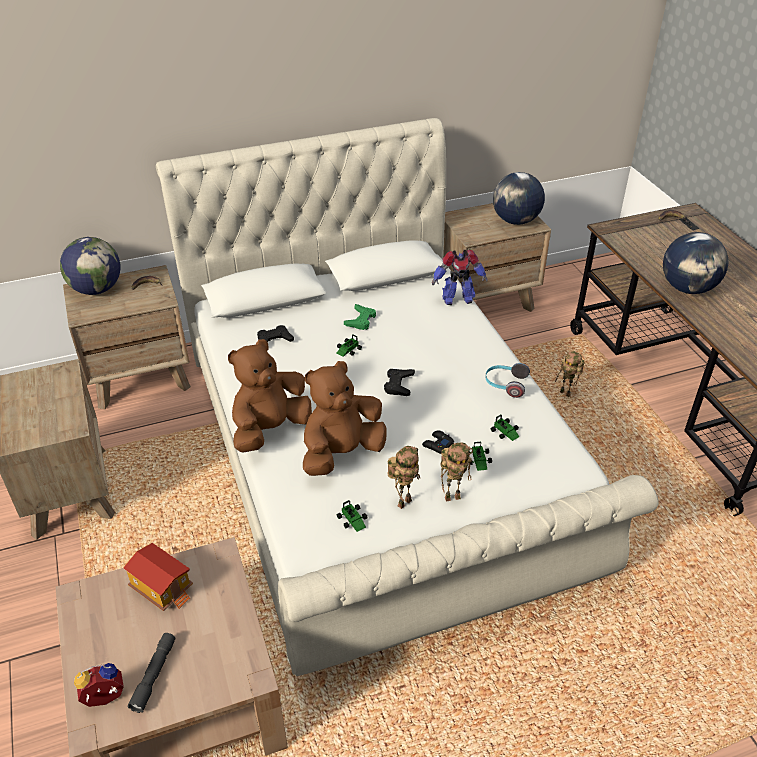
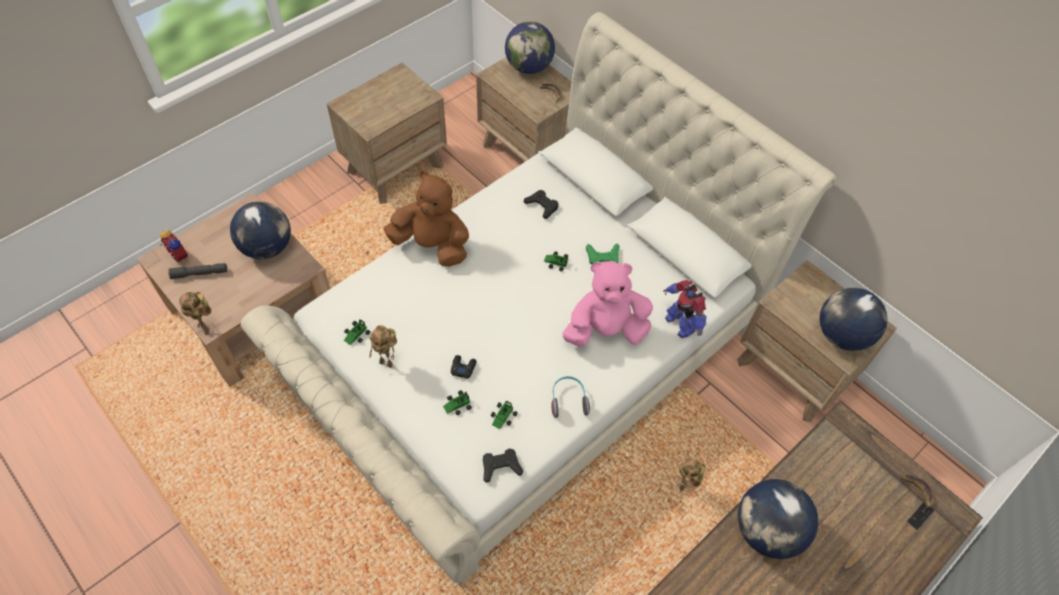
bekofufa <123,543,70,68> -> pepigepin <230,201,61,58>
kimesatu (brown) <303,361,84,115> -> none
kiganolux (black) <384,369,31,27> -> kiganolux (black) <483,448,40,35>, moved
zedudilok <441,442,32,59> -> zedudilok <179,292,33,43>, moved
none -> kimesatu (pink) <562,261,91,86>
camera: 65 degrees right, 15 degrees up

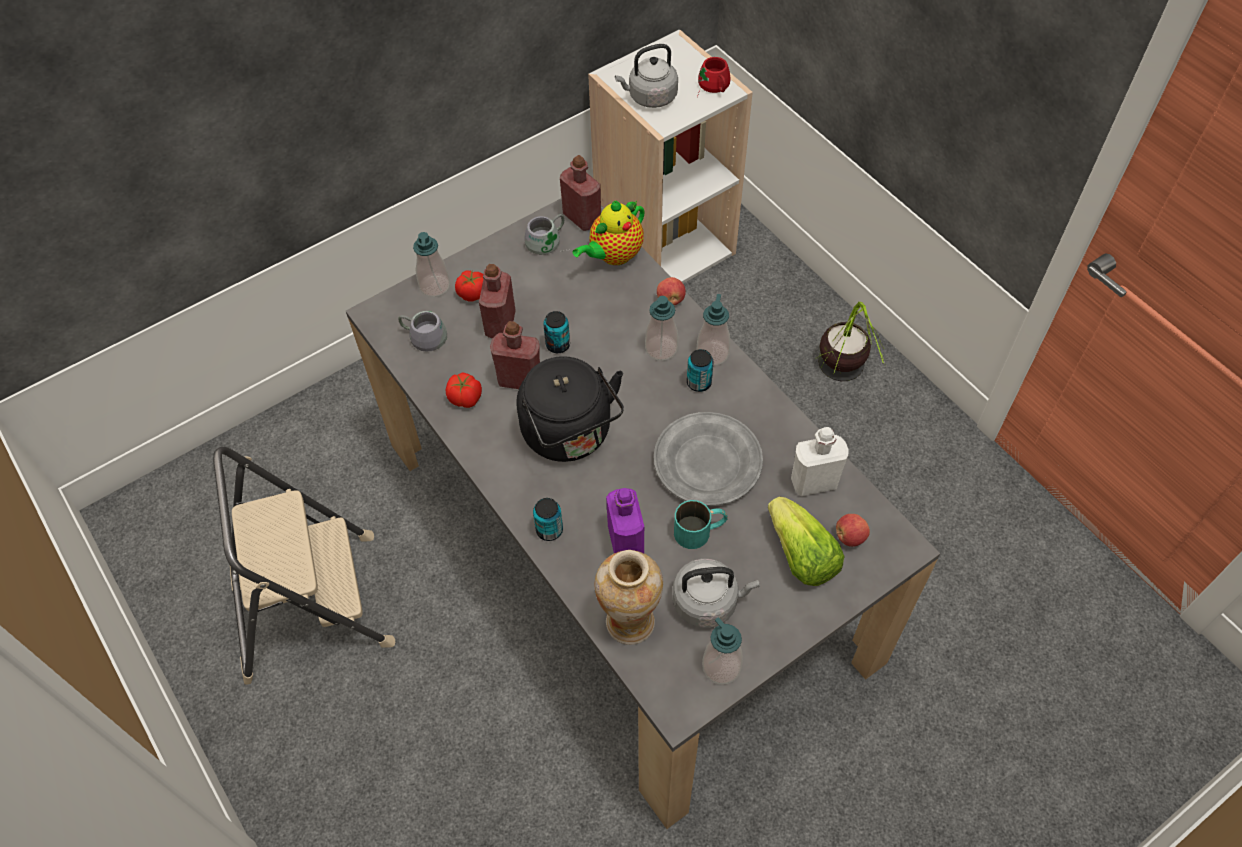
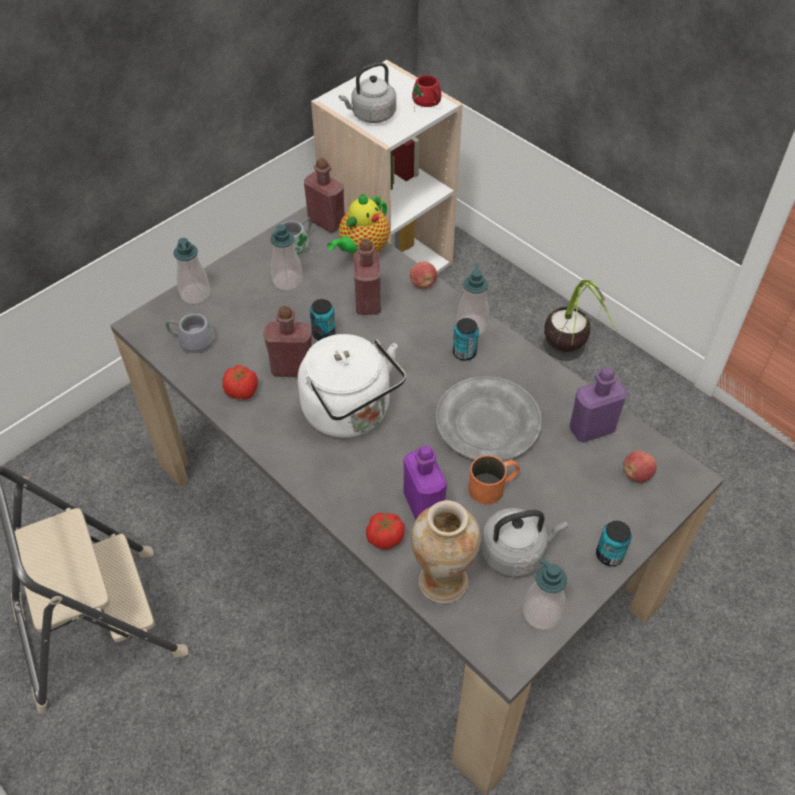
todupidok <455,270,28,32> -> todupidok <366,513,39,36>, moved
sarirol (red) <479,264,37,74> -> sarirol (red) <353,239,28,76>, moved
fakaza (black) <516,356,108,106> -> fakaza (white) <298,334,108,104>
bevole <533,498,30,43> -> bevole <596,521,36,45>, moved
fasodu <645,296,33,65> -> fasodu <270,224,33,66>, moved
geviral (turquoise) <674,500,54,49> -> geviral (orange) <468,455,52,50>
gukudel <768,497,77,89> -> none
sarirol (white) <791,427,58,69> -> sarirol (purple) <570,367,57,76>
camera: 10 degrees left, 5 degrees down

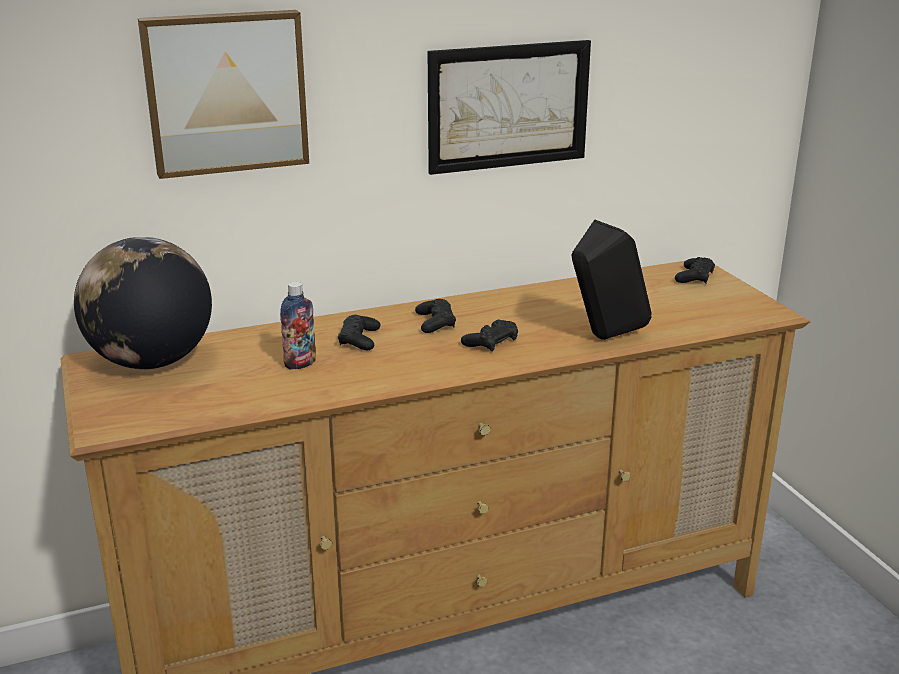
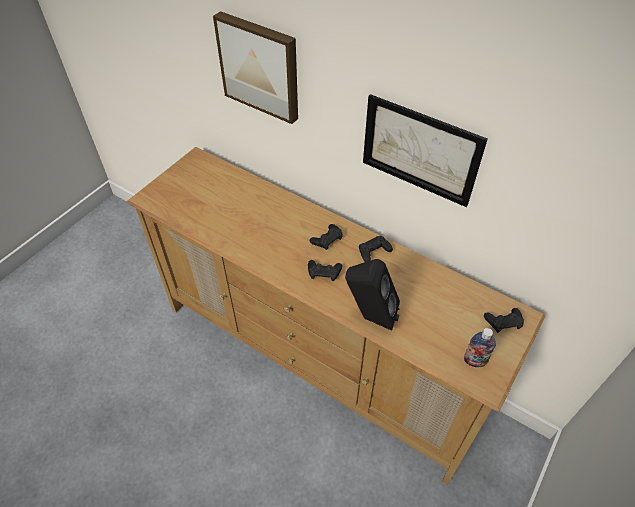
pepigepin <74,237,138,132> -> none
sarirol <280,282,36,88> -> sarirol <464,328,32,39>, moved
kiganolux (black) <338,315,42,35> -> kiganolux (black) <359,236,34,26>, moved
camera: 55 degrees right, 25 degrees up

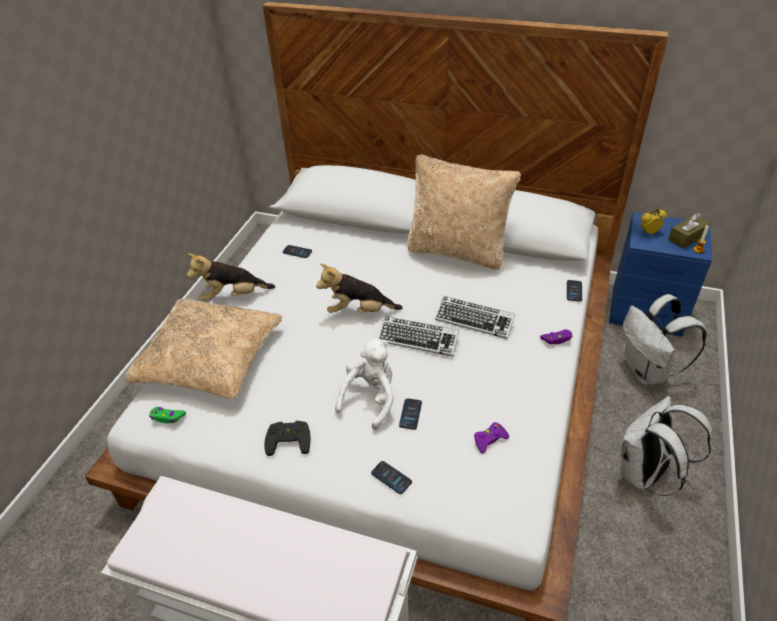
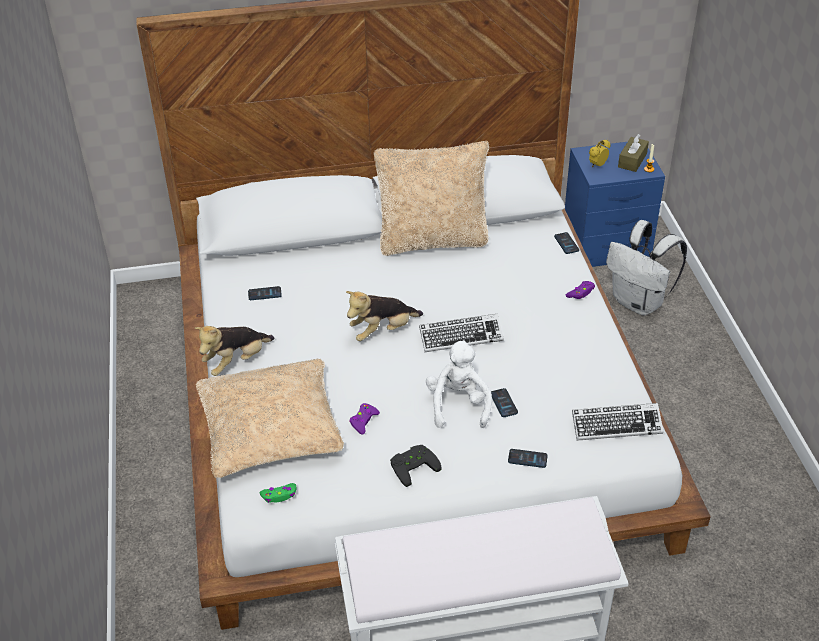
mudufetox <435,296,80,43> -> mudufetox <572,403,92,38>, moved
kiganolux (purple) <474,422,35,32> -> kiganolux (purple) <349,403,31,31>, moved
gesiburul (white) <620,396,92,100> -> none
camera: 30 degrees left, 0 degrees up

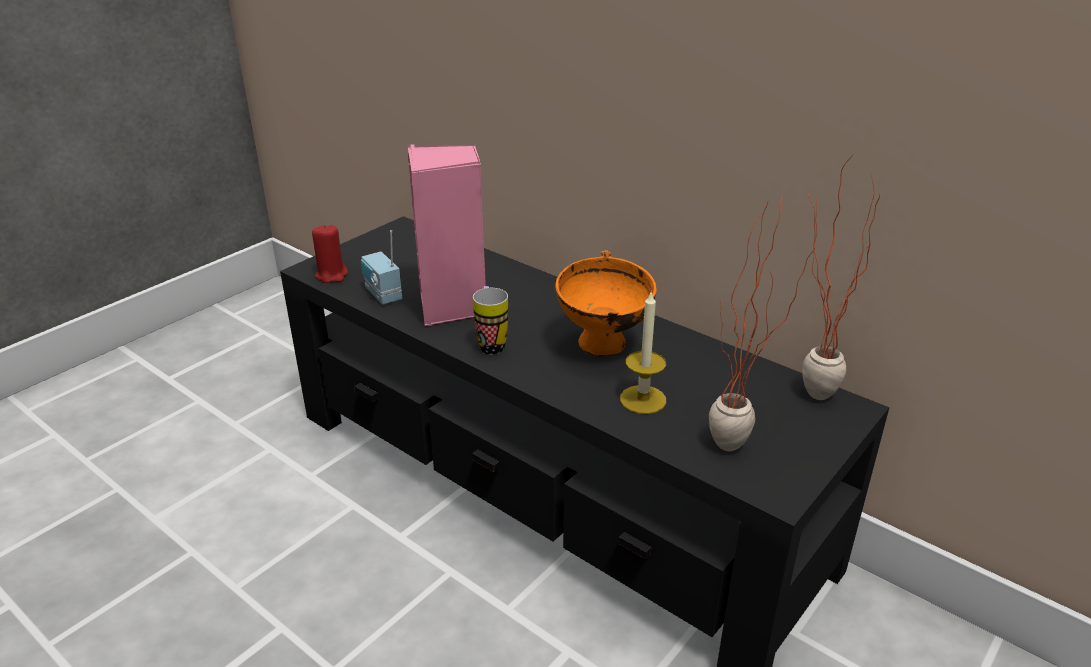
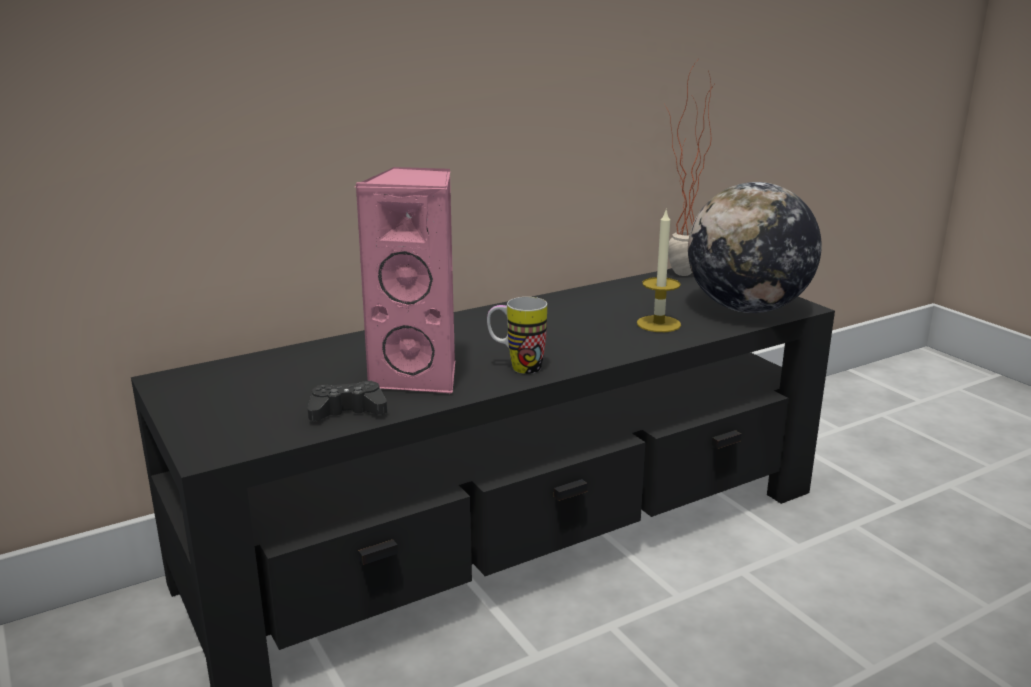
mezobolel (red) <312,224,36,59> -> none
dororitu <361,230,41,75> -> kiganolux (black) <308,381,79,40>
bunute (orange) <556,250,101,107> -> none
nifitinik <709,194,106,257> -> pepigepin <688,182,134,131>
camera: 70 degrees left, 10 degrees down

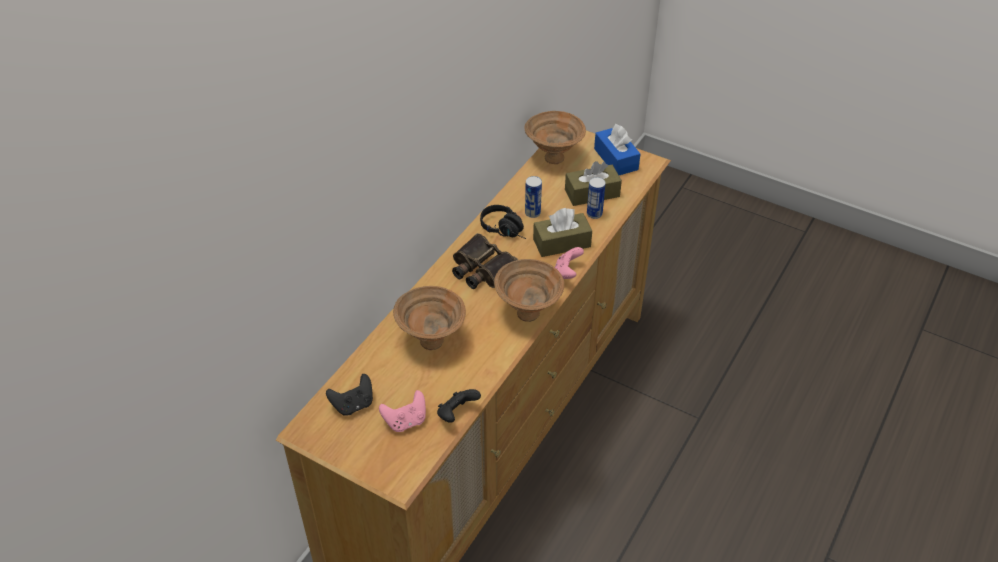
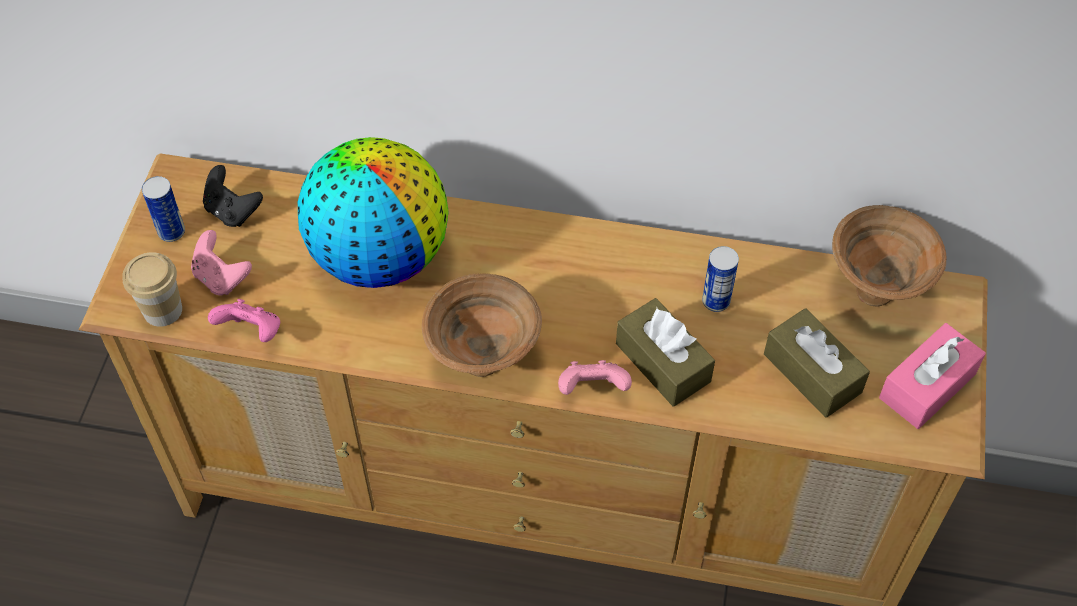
bunute (brown) <393,286,73,64> -> pepigepin <298,137,151,151>
kiganolux (black) <437,389,44,34> -> kiganolux (pink) <208,299,72,43>
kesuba <452,233,66,56> -> none
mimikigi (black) <480,205,46,34> -> none
bevole <587,177,19,42> -> bevole <142,176,43,66>, moved
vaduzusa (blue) <594,124,46,51> -> vaduzusa (pink) <879,323,107,106>
none -> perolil <122,252,60,75>
camera: 70 degrees right, 10 degrees up

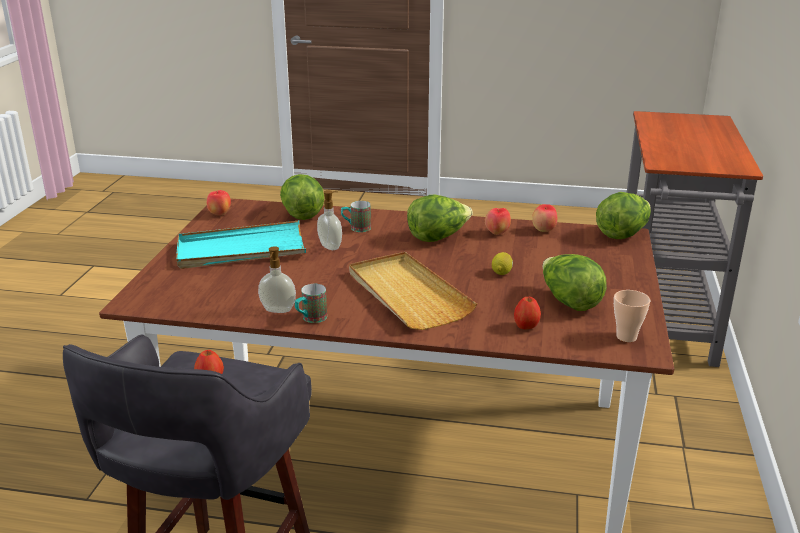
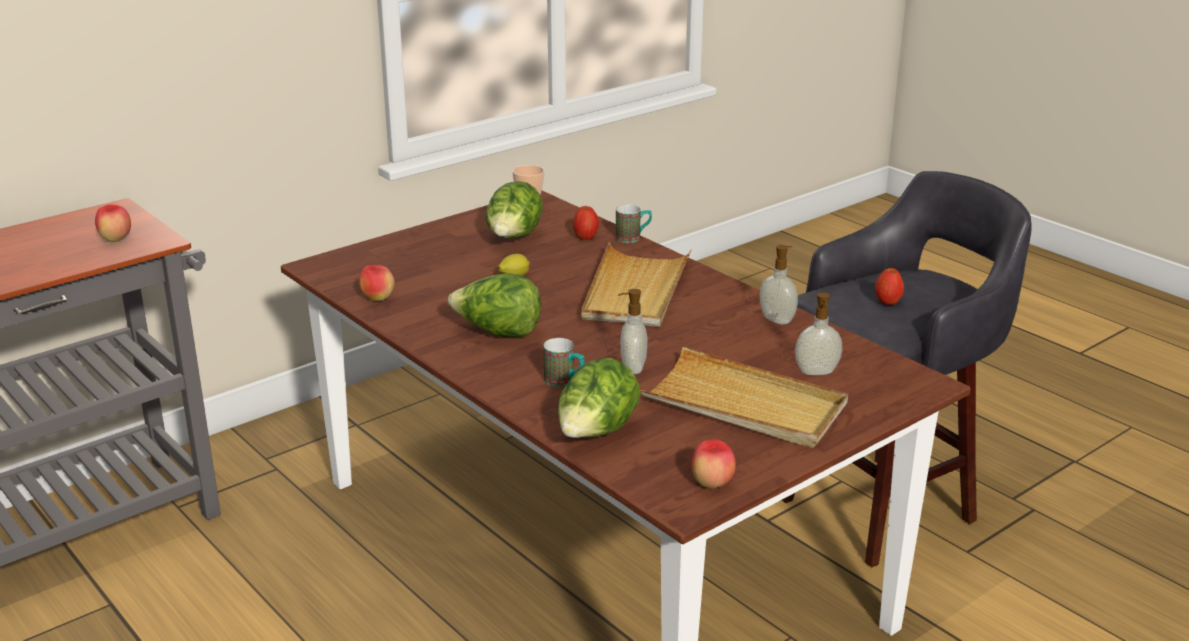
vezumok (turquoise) <177,221,129,48> -> vezumok (beige) <640,347,208,101>
geviral <295,284,32,39> -> geviral <616,204,36,39>, moved
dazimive <485,208,26,27> -> dazimive <95,204,36,38>, moved
gukudel <596,192,55,47> -> none
none -> fasodu <795,292,47,83>
camera: 140 degrees left, 0 degrees up

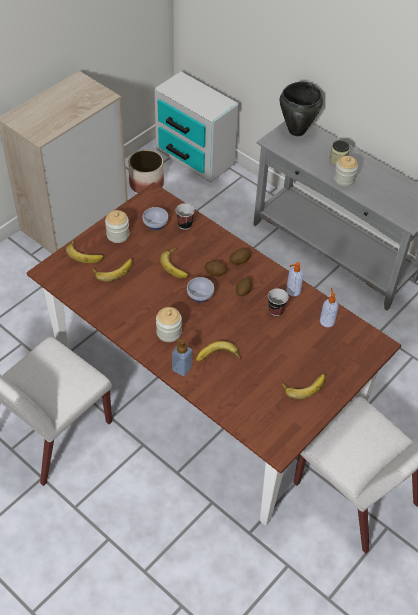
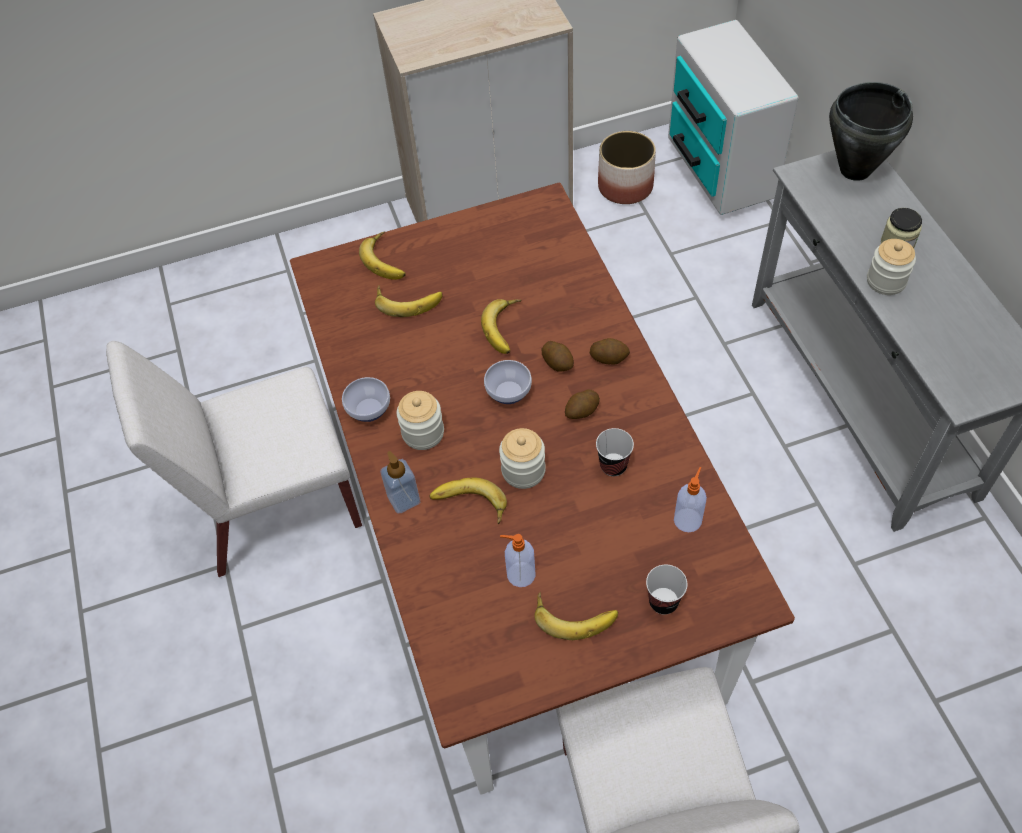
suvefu <105,210,24,33> -> suvefu <499,428,47,61>, moved
bunute <143,207,25,24> -> bunute <342,377,48,45>, moved
perolil <176,203,19,27> -> perolil <646,565,42,50>, moved
fasodu <286,262,18,34> -> fasodu <500,534,36,53>, moved
camera: 35 degrees right, 5 degrees up

